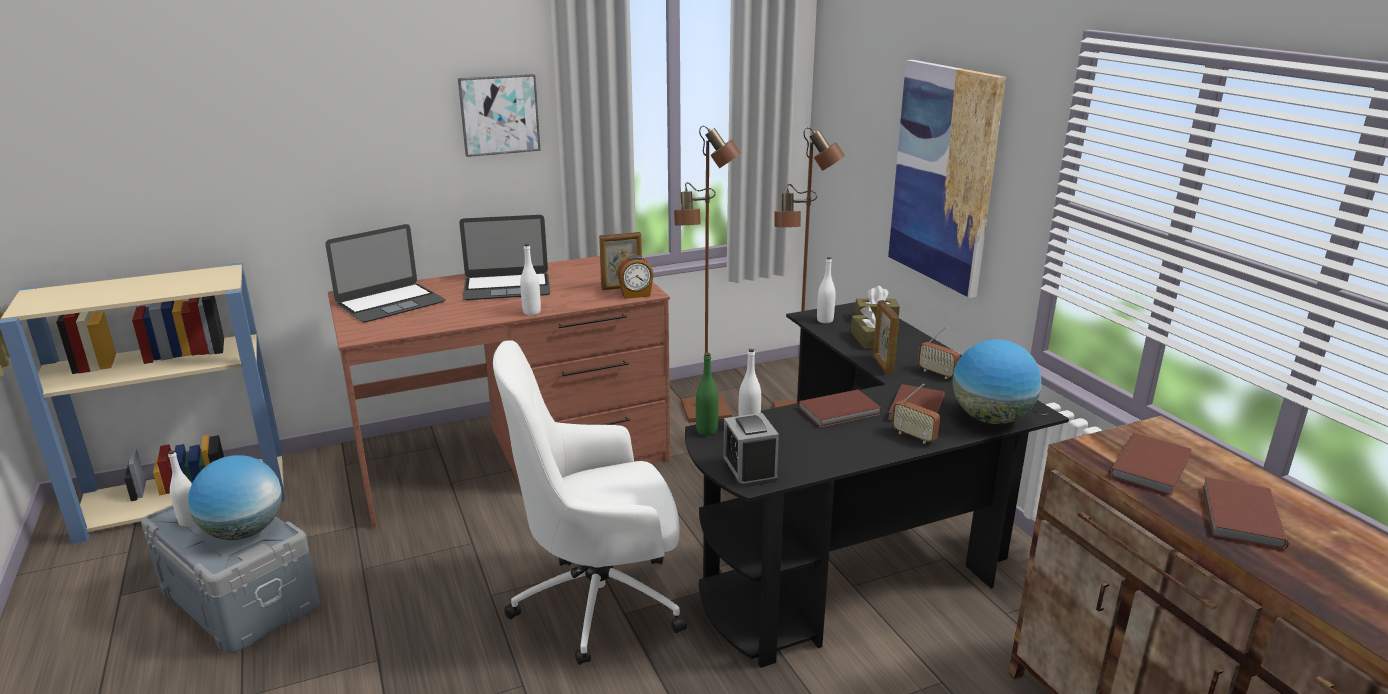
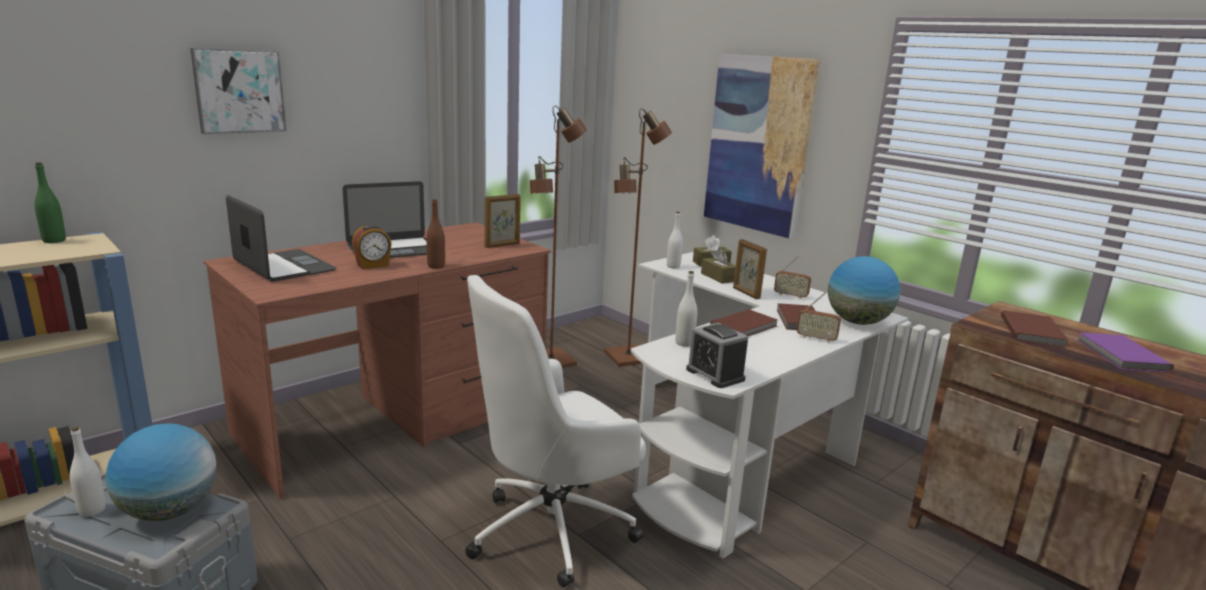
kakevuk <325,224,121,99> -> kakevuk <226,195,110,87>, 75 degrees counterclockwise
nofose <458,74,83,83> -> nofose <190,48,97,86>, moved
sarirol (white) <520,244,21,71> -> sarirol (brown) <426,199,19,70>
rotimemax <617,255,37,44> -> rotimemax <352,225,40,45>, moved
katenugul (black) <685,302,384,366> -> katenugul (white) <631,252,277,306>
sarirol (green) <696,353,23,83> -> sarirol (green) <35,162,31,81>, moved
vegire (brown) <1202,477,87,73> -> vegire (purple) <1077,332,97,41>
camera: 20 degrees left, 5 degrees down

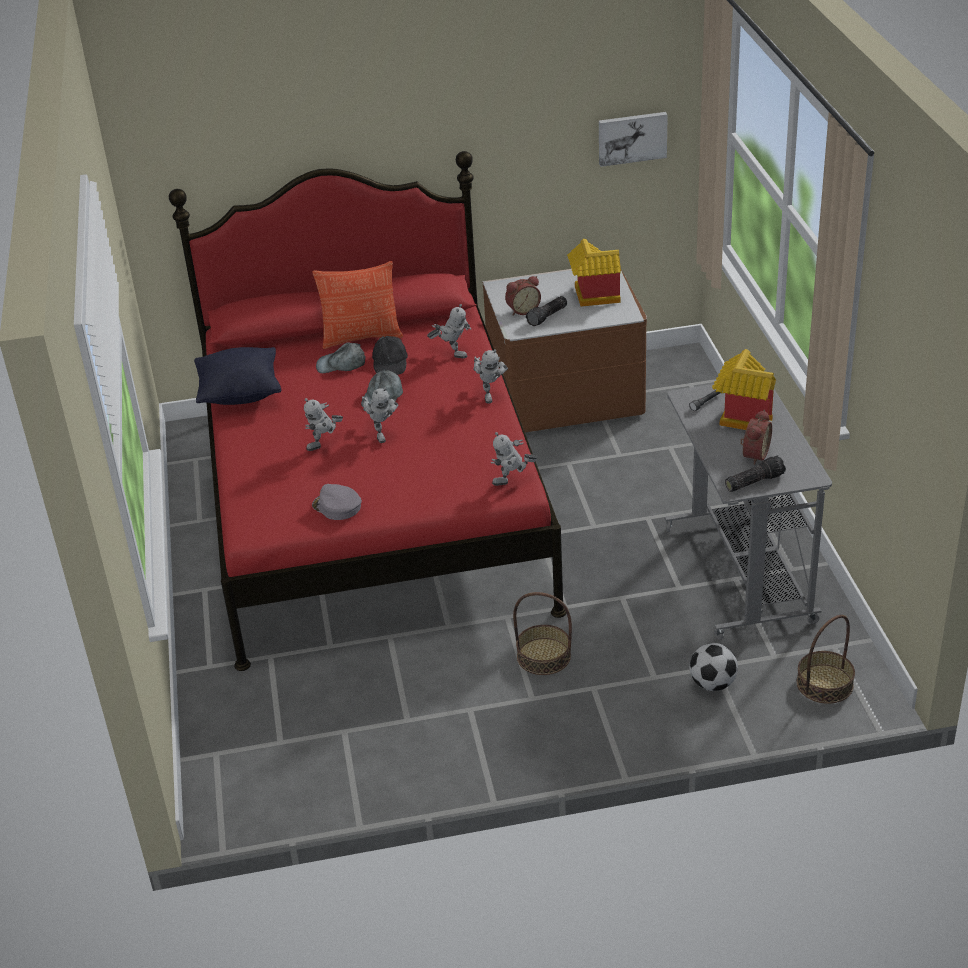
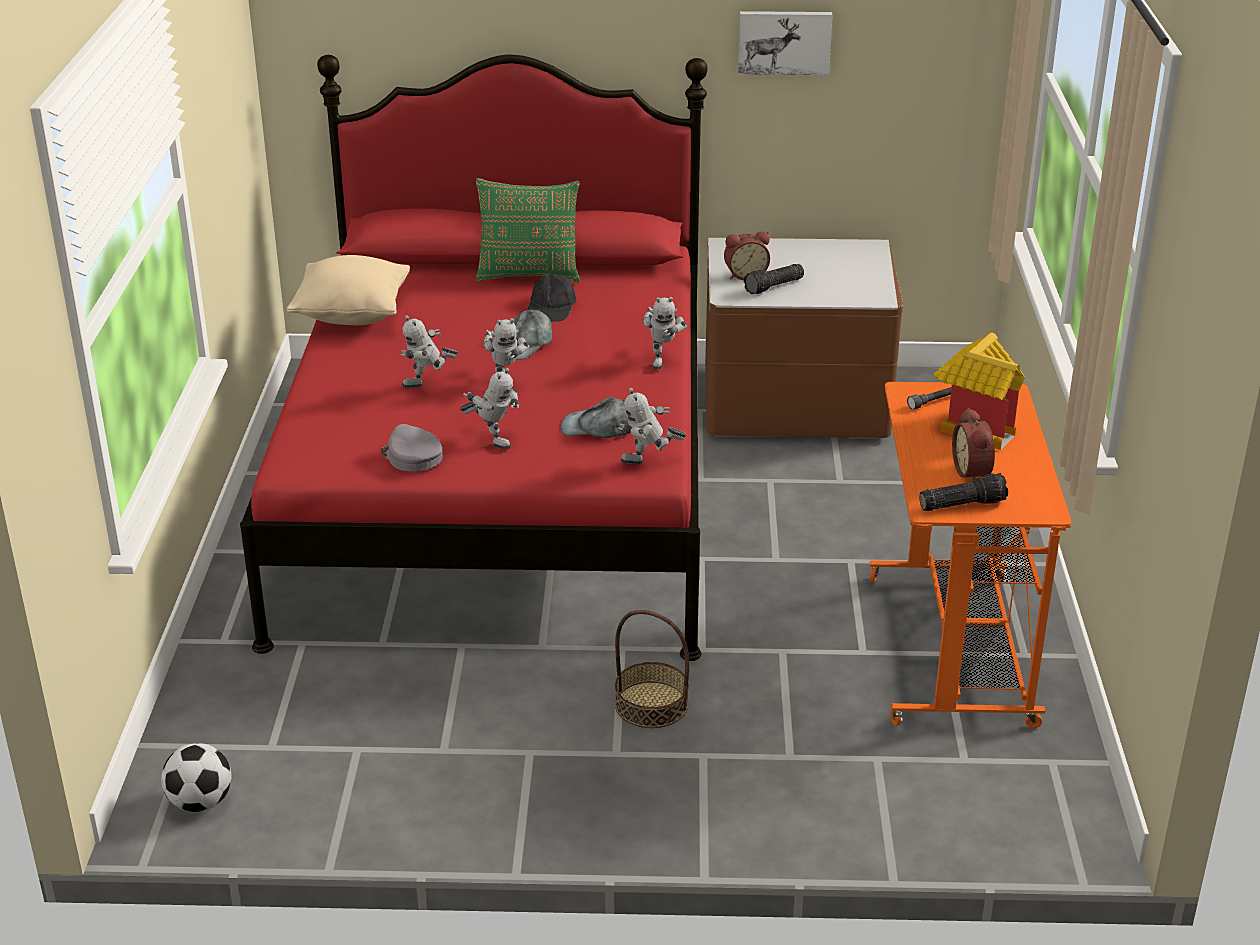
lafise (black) <194,347,87,58> -> lafise (beige) <287,255,123,70>
lafise (orange) <312,261,91,88> -> lafise (green) <476,178,104,104>
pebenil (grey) <316,342,49,31> -> pebenil (grey) <560,397,69,41>, moved
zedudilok <427,304,44,54> -> zedudilok <460,368,59,81>, moved
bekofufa <567,239,54,68> -> none
nofose <599,112,69,55> -> nofose <738,11,94,64>, moved
katenugul (grey) <665,384,167,256> -> katenugul (orange) <870,382,201,346>
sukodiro <689,643,49,48> -> sukodiro <161,743,71,69>, moved
rotimemax <740,410,32,55> -> rotimemax <952,408,43,73>, 135 degrees clockwise
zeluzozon <797,615,58,89> -> none
camera: 10 degrees right, 5 degrees down

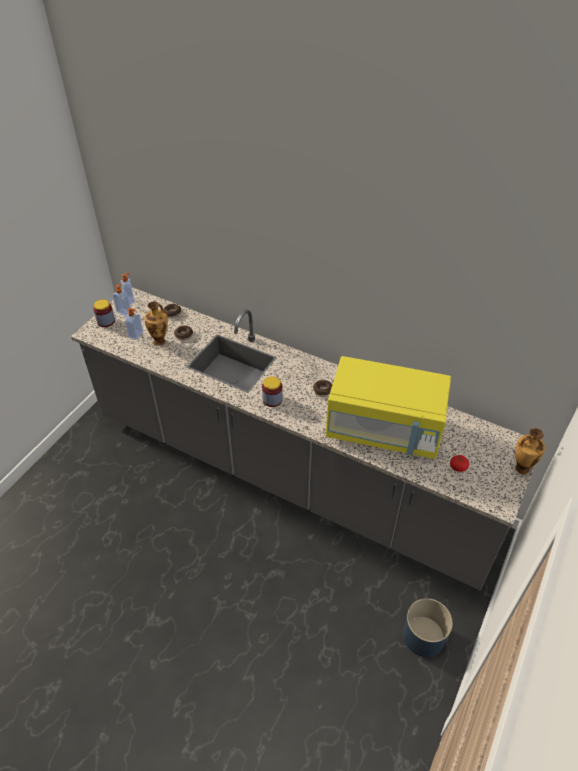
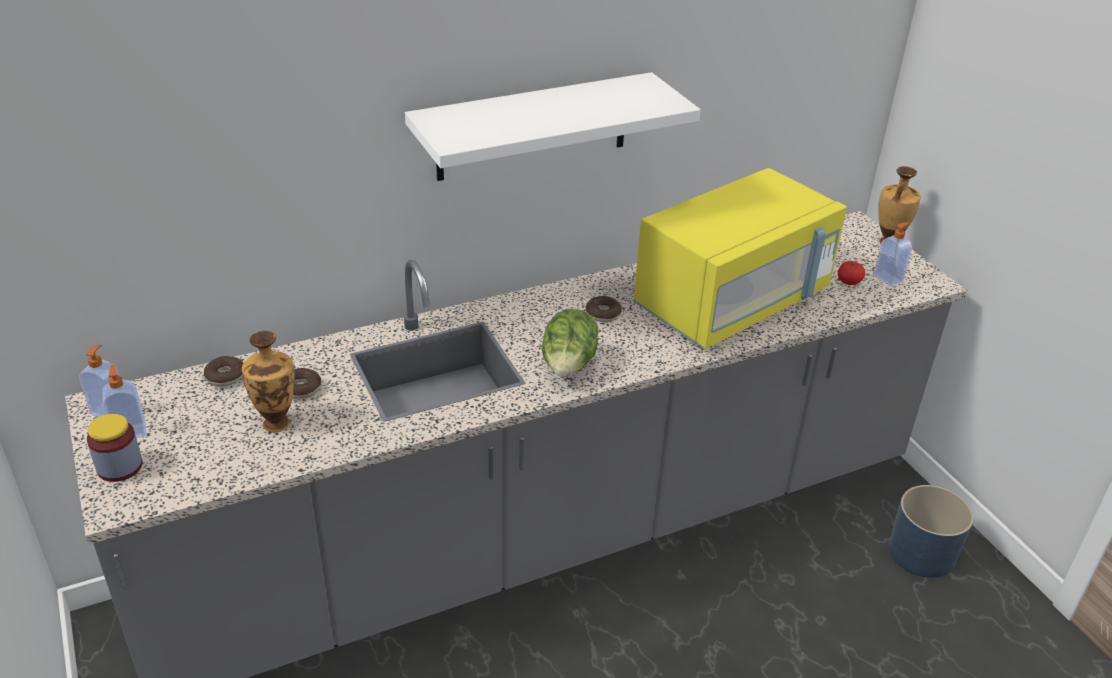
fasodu <125,308,18,32> -> fasodu <874,222,38,65>, moved
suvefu <262,376,21,31> -> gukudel <542,309,57,68>
none -> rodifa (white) <405,72,296,109>
camera: 55 degrees left, 10 degrees down

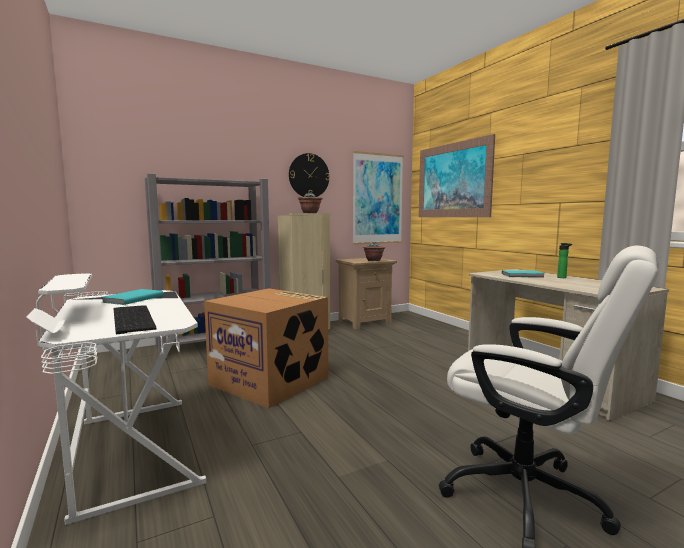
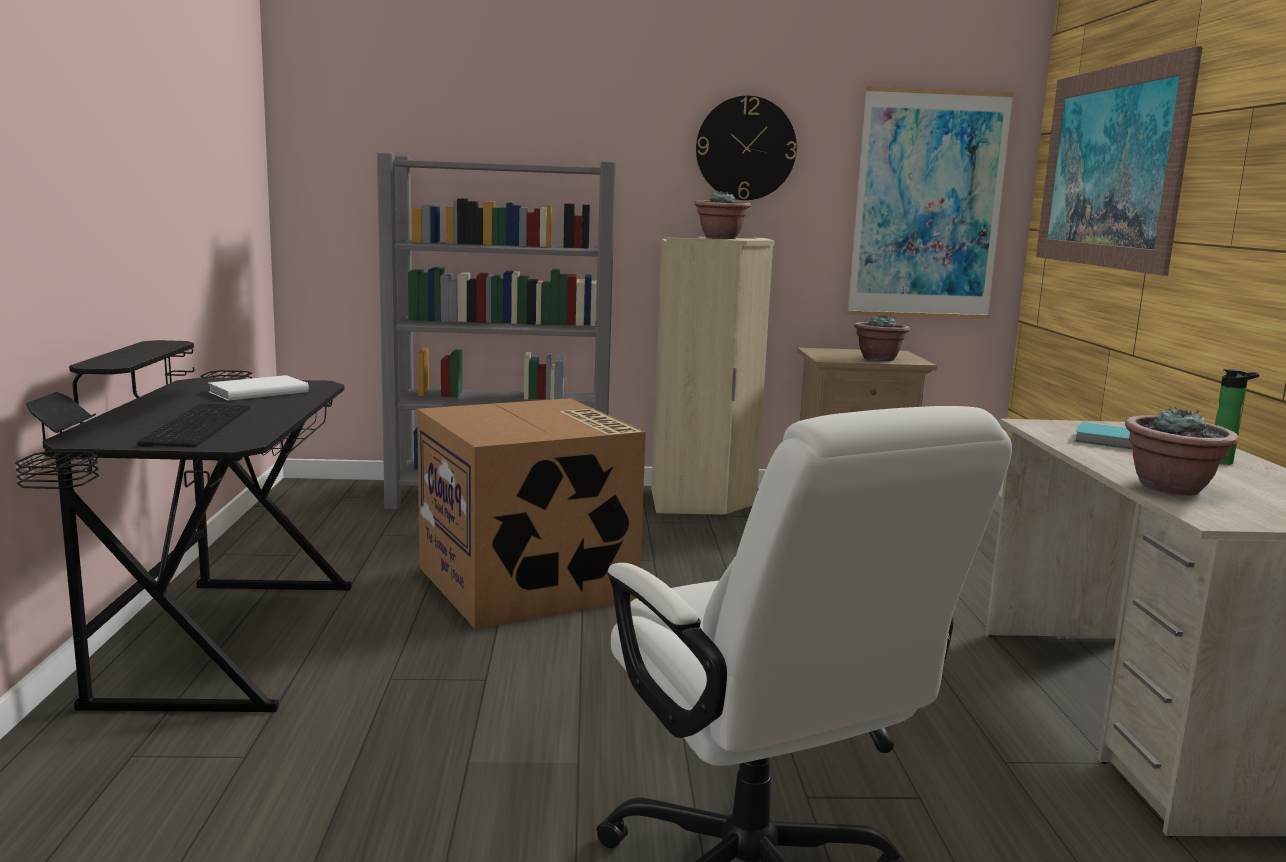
katenugul (white) <26,273,180,252> -> katenugul (black) <15,340,337,372>
vegire (turquoise) <102,289,62,16> -> vegire (white) <209,375,100,26>
none -> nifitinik <1125,407,114,89>
camera: 25 degrees right, 5 degrees up

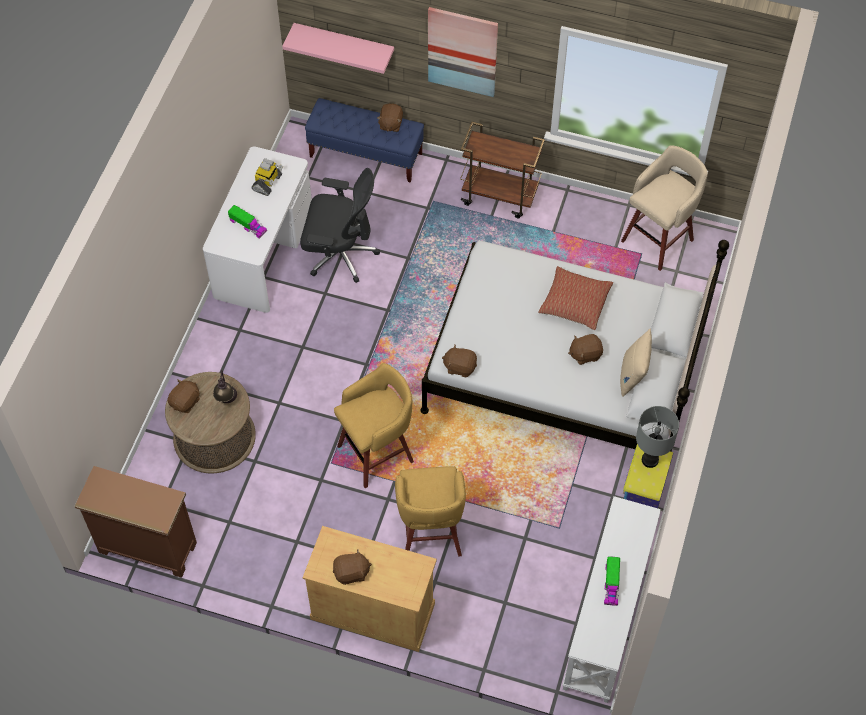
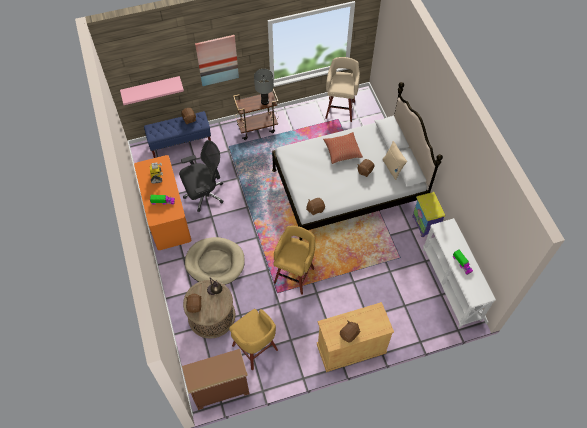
katenugul (white) <203,146,109,167> -> katenugul (orange) <134,155,57,95>
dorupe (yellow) <395,466,71,90> -> dorupe (yellow) <229,309,49,62>, moved
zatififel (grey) <636,406,43,62> -> zatififel (grey) <254,69,20,36>, moved
none -> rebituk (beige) <185,237,60,48>
camera: 35 degrees left, 0 degrees up

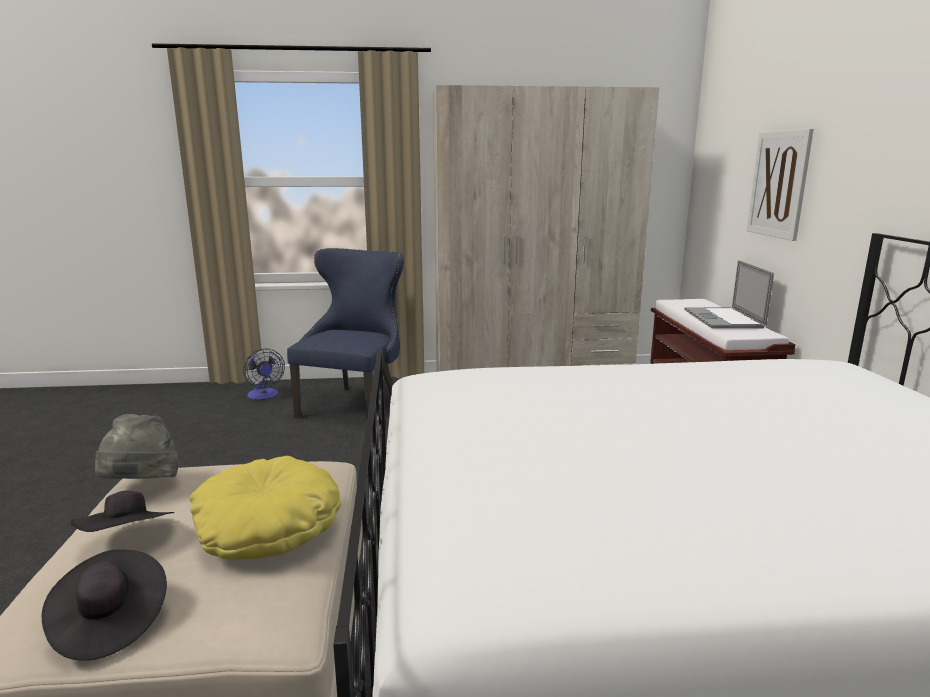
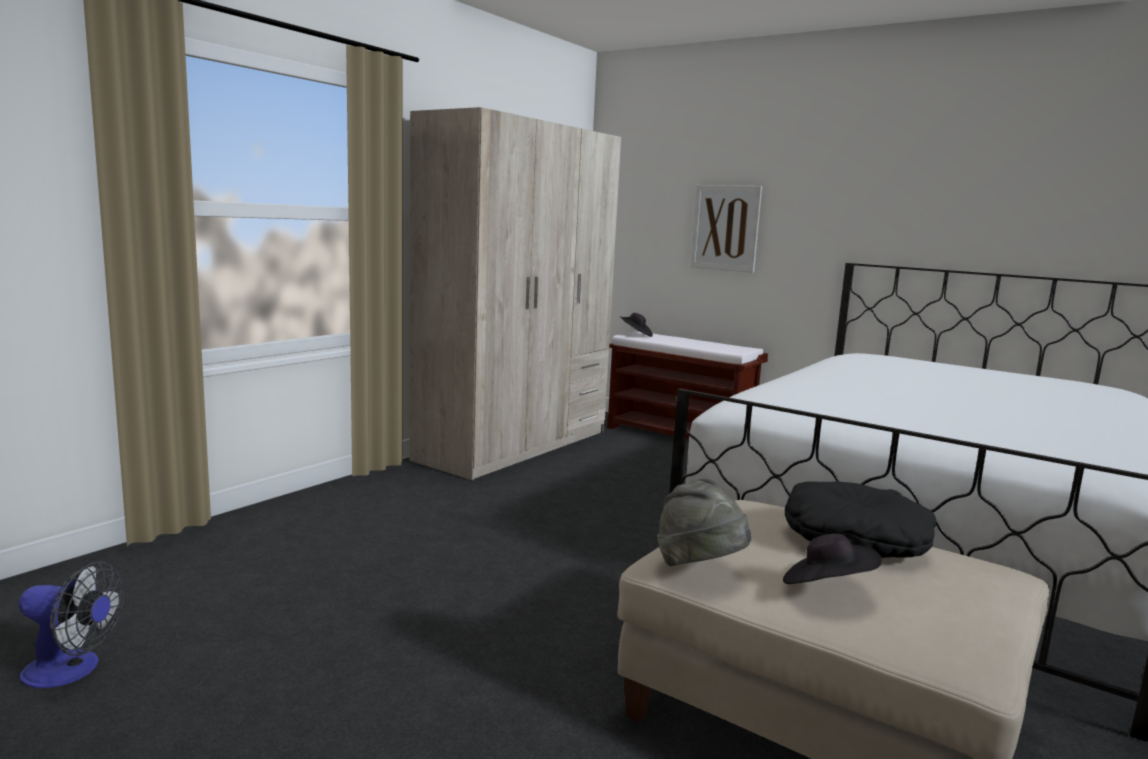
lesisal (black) <42,549,125,112> -> lesisal (black) <620,313,33,24>, moved
lafise (yellow) <189,456,152,103> -> lafise (black) <785,481,151,77>
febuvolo <243,348,42,52> -> febuvolo <18,562,106,126>, moved
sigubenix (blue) <287,248,117,174> -> none
kakevuk <684,260,90,69> -> none
camera: 50 degrees left, 5 degrees down

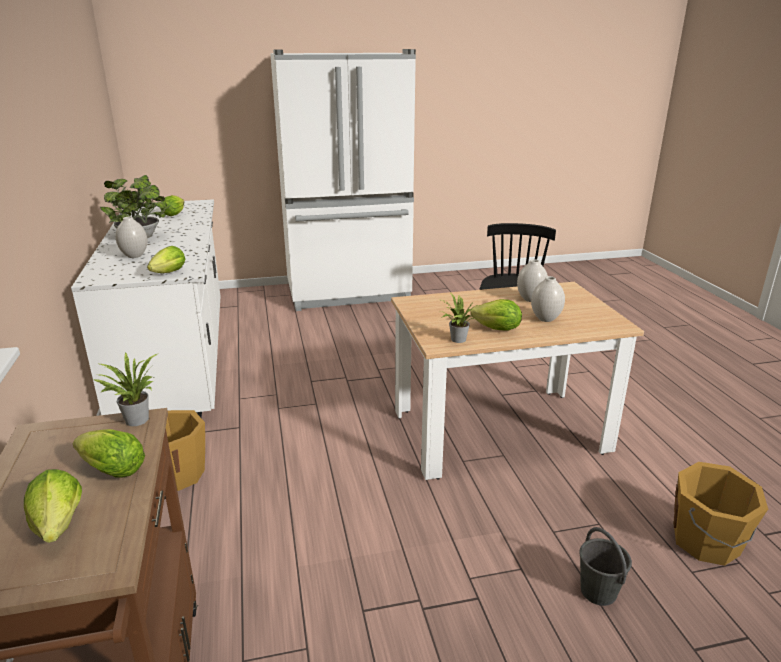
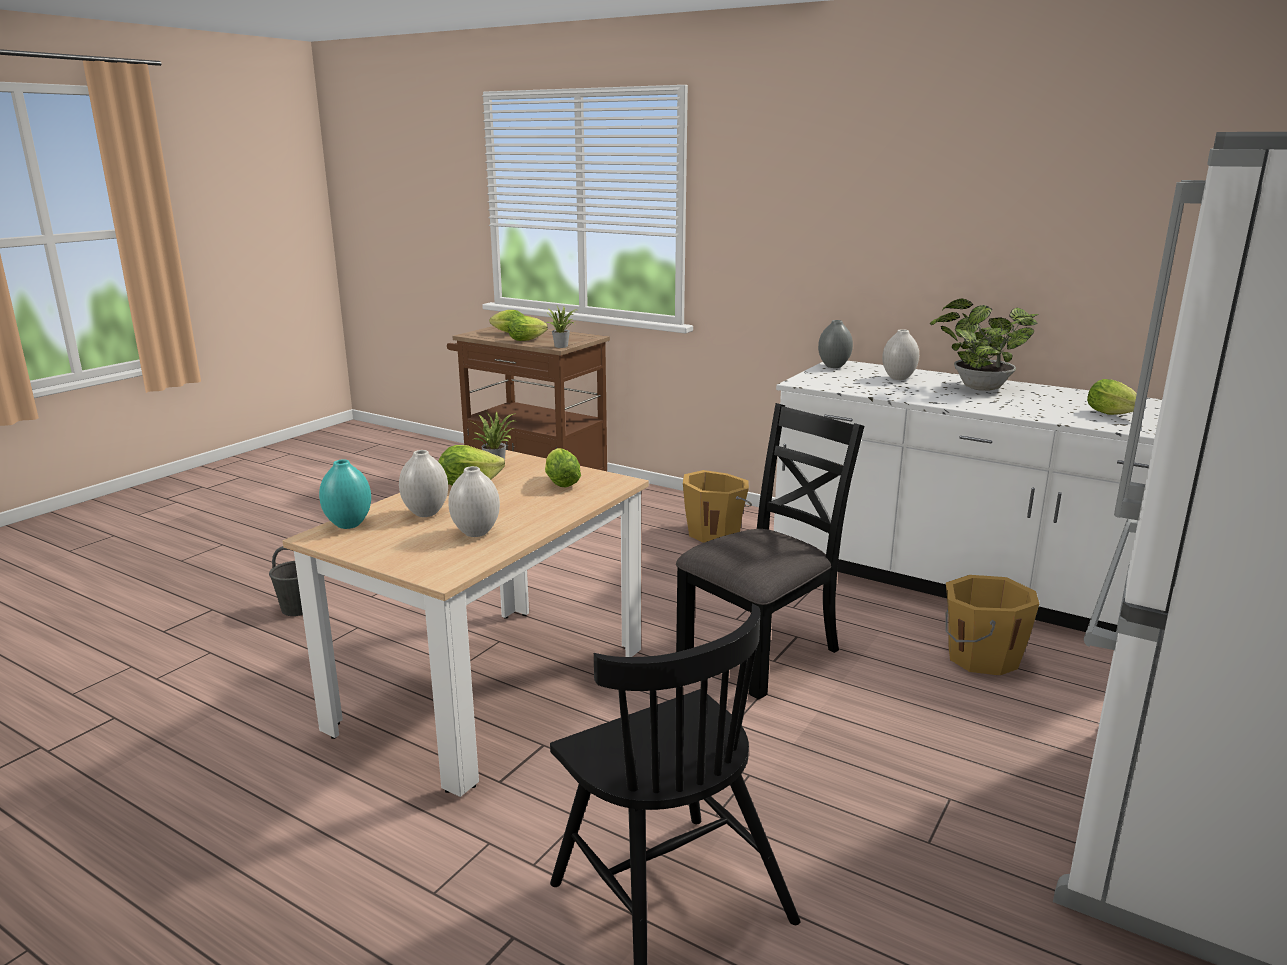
gukudel <147,246,38,27> -> gukudel <545,448,36,40>, moved
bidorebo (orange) <674,462,94,104> -> bidorebo (orange) <945,575,94,101>, moved
none -> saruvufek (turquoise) <319,459,52,70>
none -> sigubenix (black) <676,403,188,297>
none -> saruvufek (grey) <818,320,35,48>
camera: 135 degrees right, 5 degrees down

